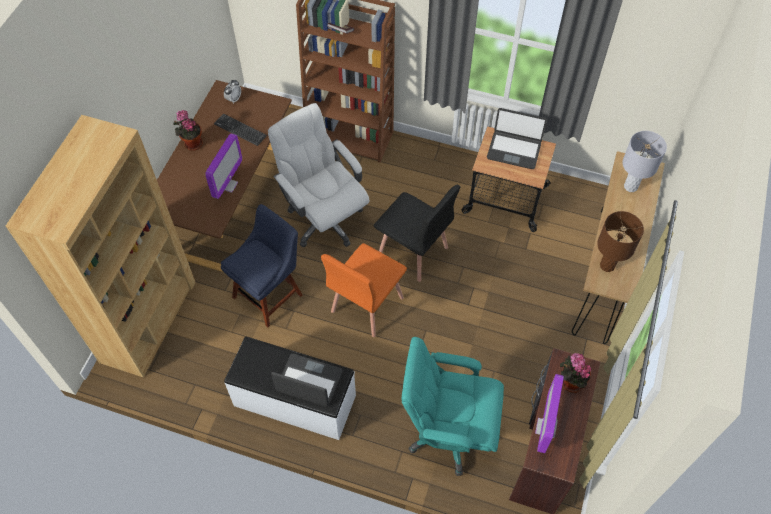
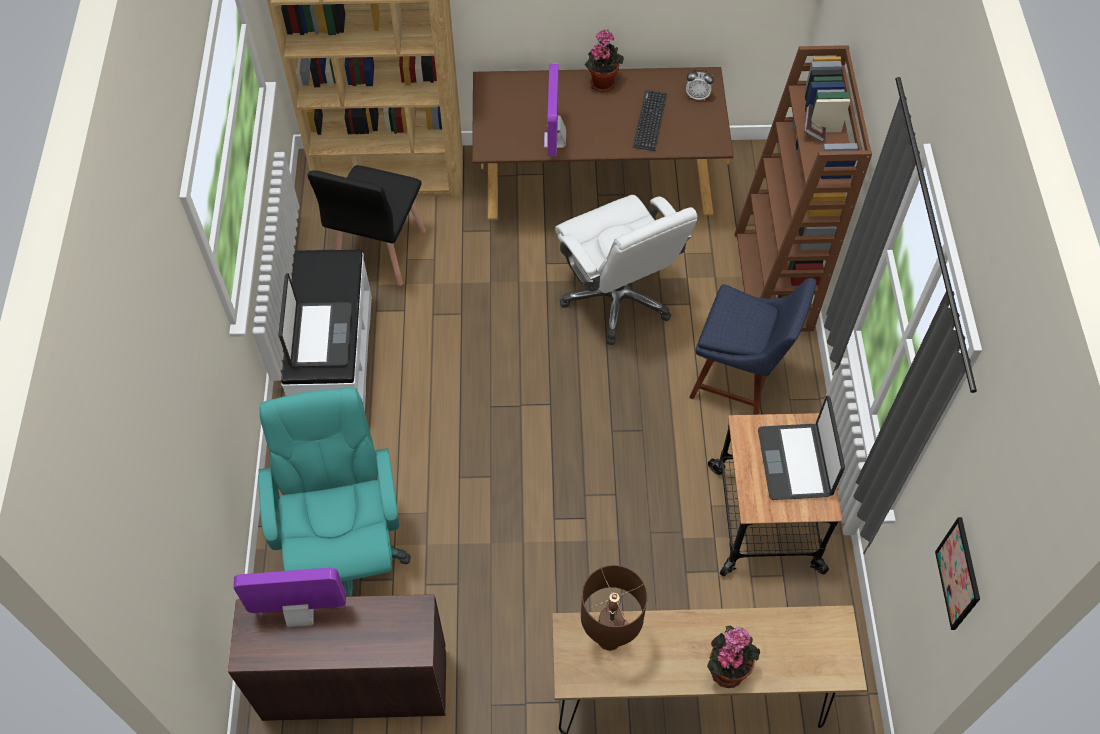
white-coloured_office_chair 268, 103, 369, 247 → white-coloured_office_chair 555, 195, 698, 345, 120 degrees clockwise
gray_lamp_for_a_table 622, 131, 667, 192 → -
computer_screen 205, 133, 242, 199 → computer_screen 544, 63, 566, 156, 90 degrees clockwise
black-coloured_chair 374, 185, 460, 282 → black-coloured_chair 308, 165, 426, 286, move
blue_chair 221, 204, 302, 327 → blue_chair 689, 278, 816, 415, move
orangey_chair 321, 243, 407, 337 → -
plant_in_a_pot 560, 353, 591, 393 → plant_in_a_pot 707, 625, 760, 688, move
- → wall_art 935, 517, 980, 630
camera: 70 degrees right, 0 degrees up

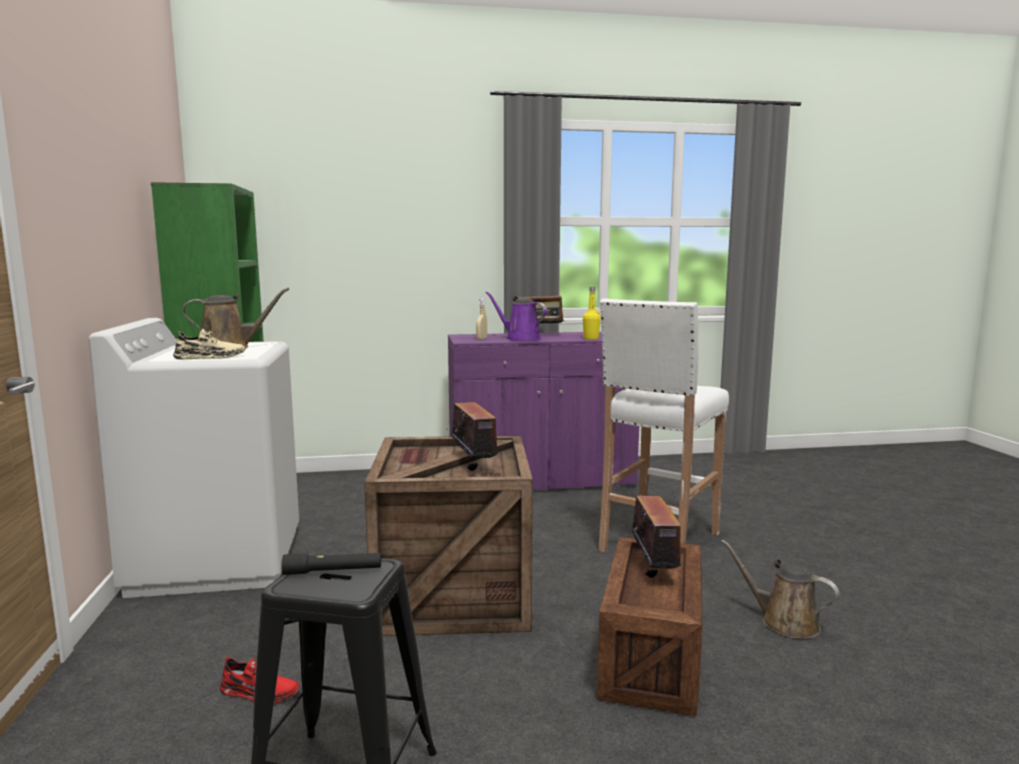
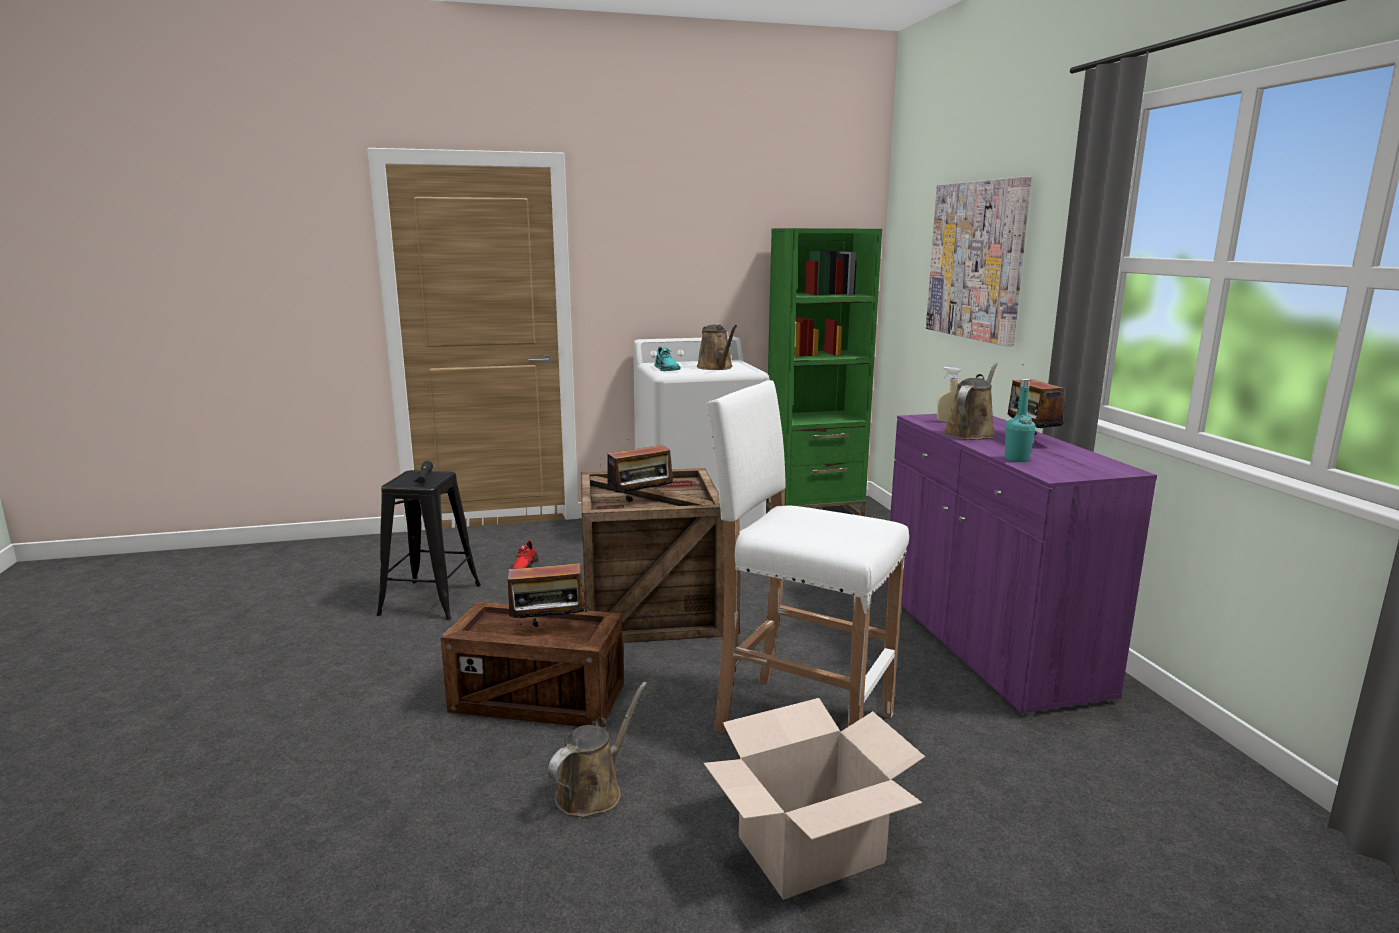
yellowish_beverage_bottle 583, 287, 601, 340 → blue-green_beverage_bottle 1005, 379, 1036, 462
purple_watering_pot 485, 292, 547, 341 → brown-coloured_watering_pot 943, 363, 998, 440
beige_shoe 173, 329, 245, 360 → blue-green_shoe 654, 346, 681, 371
- → wall_art 926, 176, 1032, 346
- → carton 703, 698, 925, 900
camera: 85 degrees right, 5 degrees up

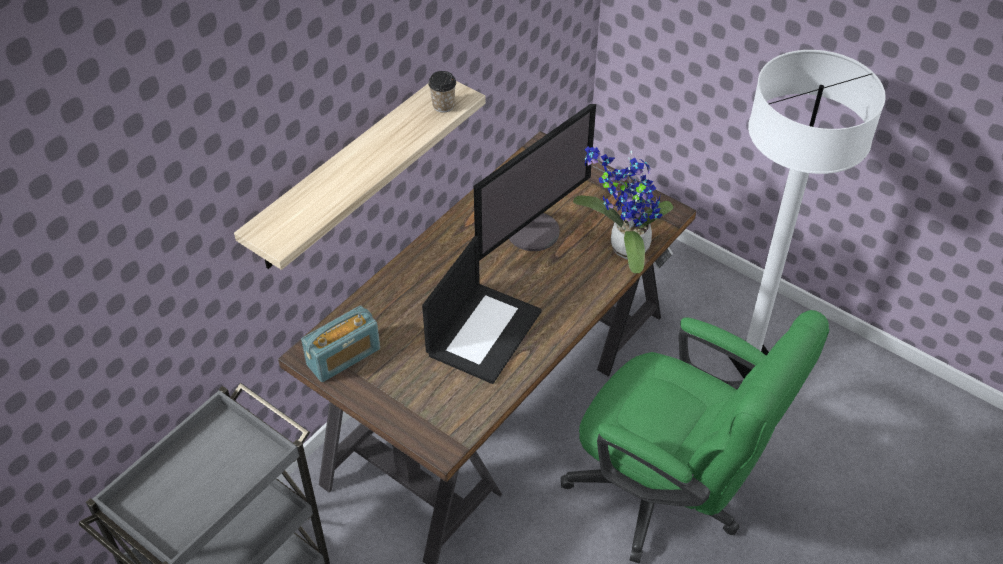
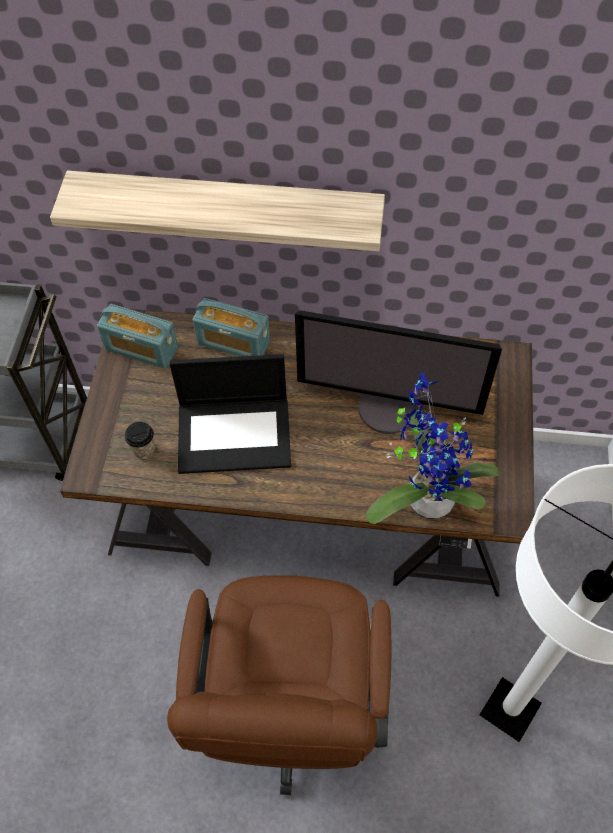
cup 428, 71, 456, 113 → cup 125, 422, 155, 459, move
greenish_office_chair 561, 310, 829, 564 → brown-coloured_office_chair 167, 575, 391, 795
- → radio 193, 298, 270, 356
camera: 60 degrees right, 10 degrees up

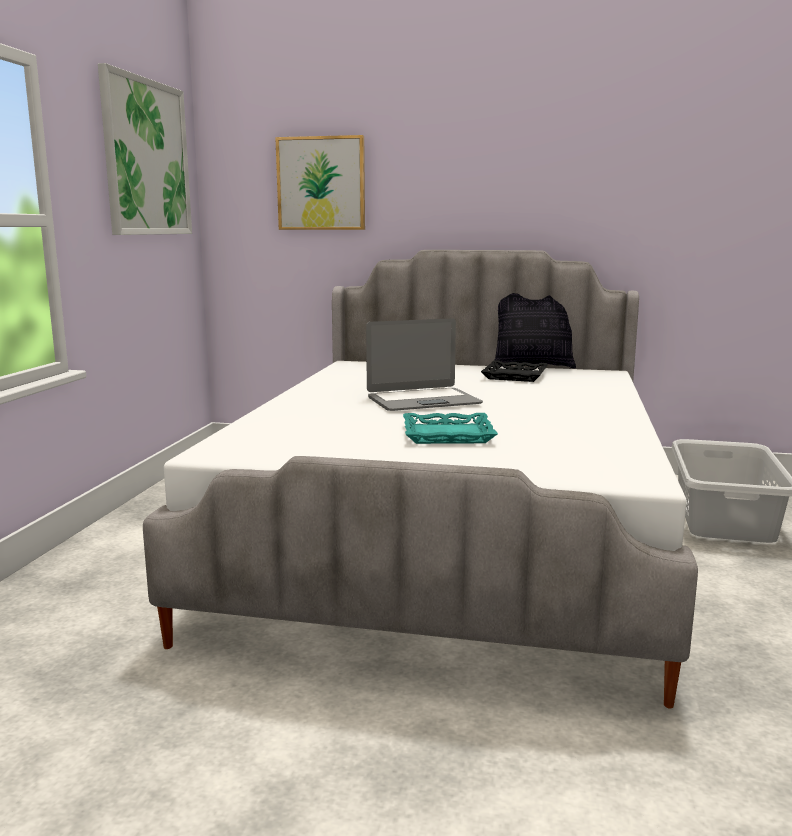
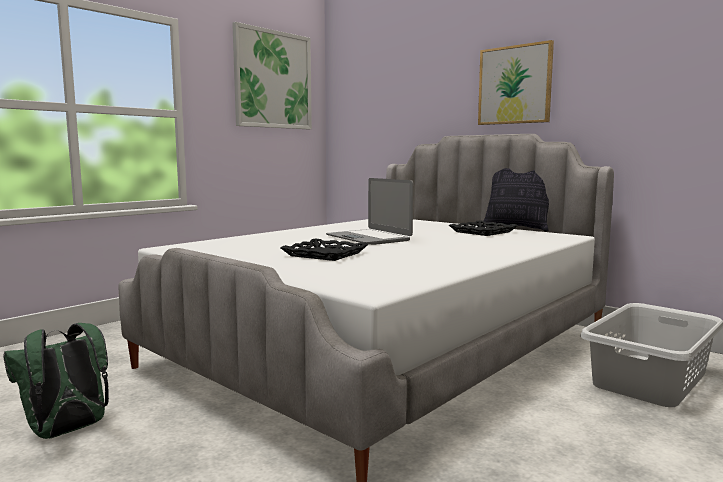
wall_art 275, 135, 365, 230 → wall_art 478, 40, 554, 125, move
laptop 366, 318, 483, 411 → laptop 326, 178, 413, 245, 45 degrees clockwise
blue-green_tray 403, 413, 498, 444 → black-coloured_tray 280, 239, 369, 261
- → greenish_knapsack 3, 323, 109, 439
camera: 30 degrees right, 5 degrees down

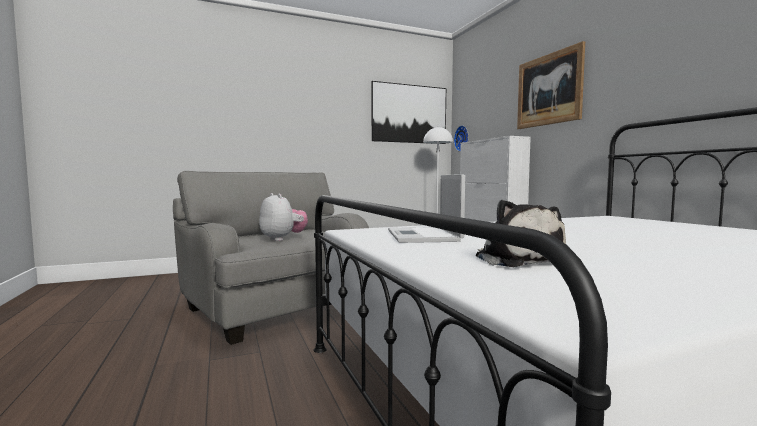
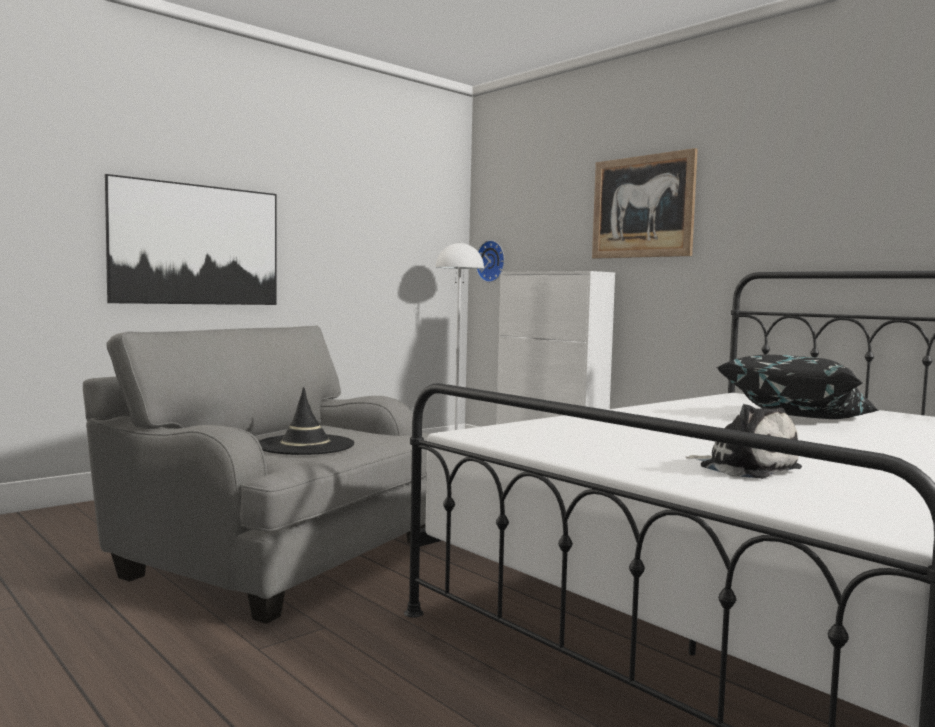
wall_art 372, 81, 446, 144 → wall_art 105, 174, 277, 305, move
laptop 388, 174, 465, 243 → -
soft_toy 259, 193, 308, 241 → black-coloured_wearable_hat 259, 387, 354, 455
- → black-coloured_cushion 716, 355, 879, 419
camera: 20 degrees left, 0 degrees up

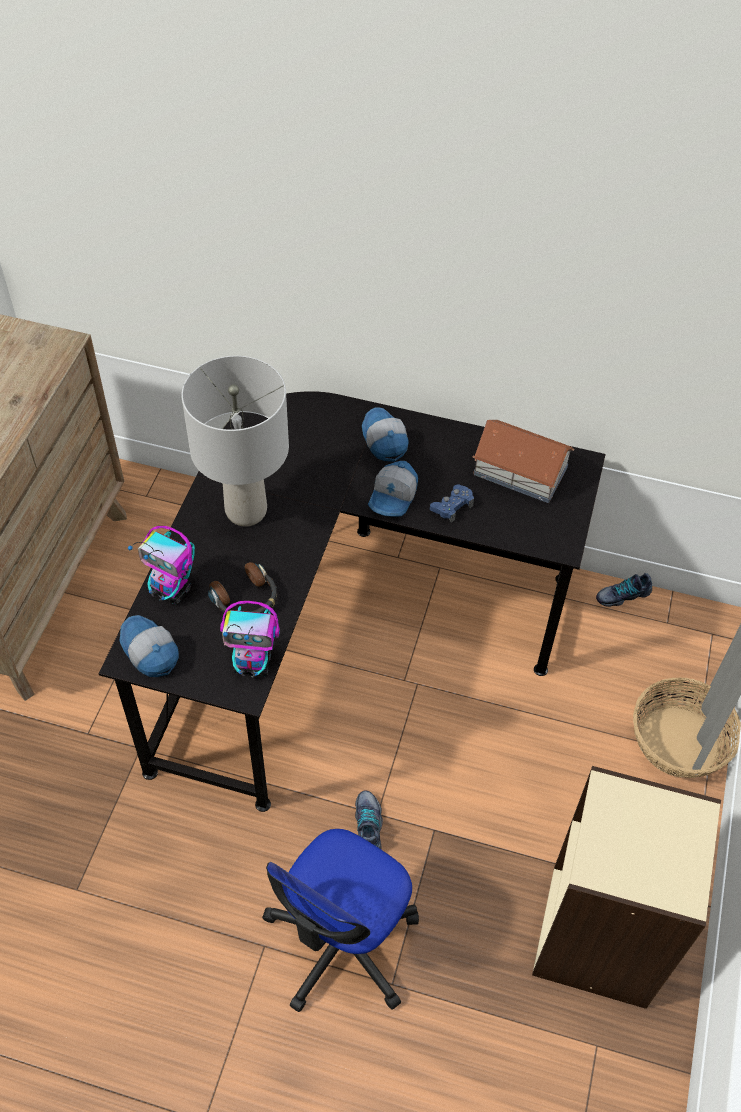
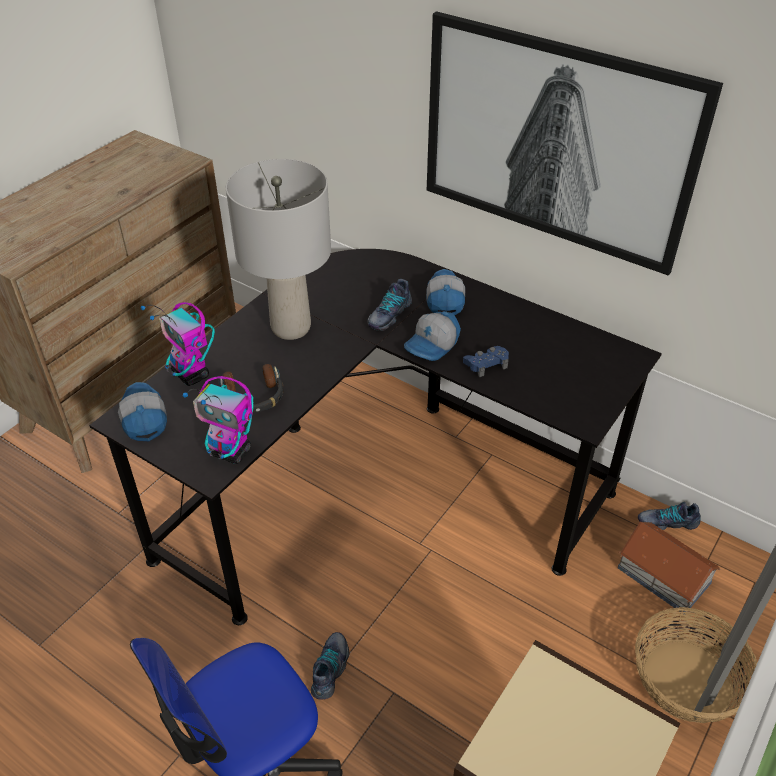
toy_house 472, 420, 574, 503 → toy_house 617, 522, 720, 612, move
- → wall_art 427, 11, 723, 276
- → shoe 367, 279, 412, 331
camera: 20 degrees right, 10 degrees down

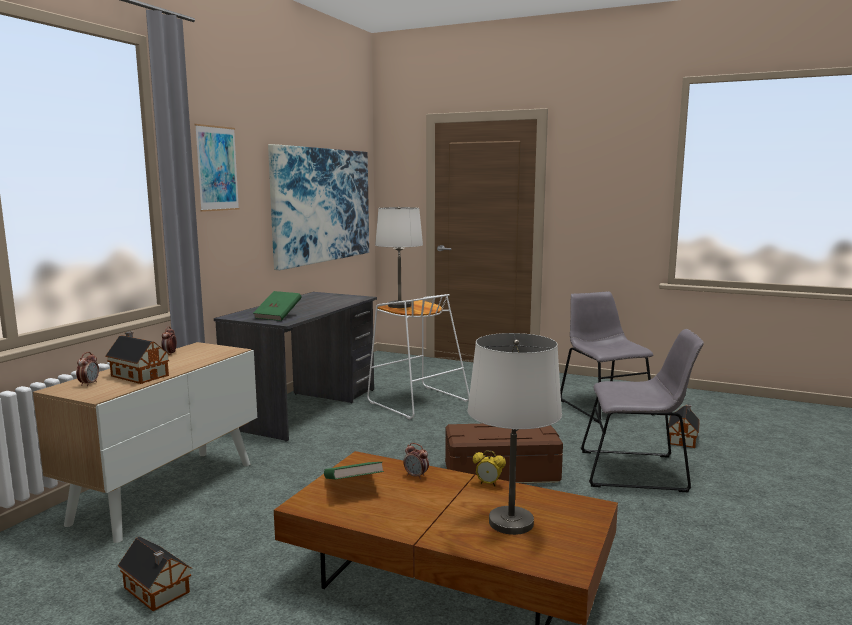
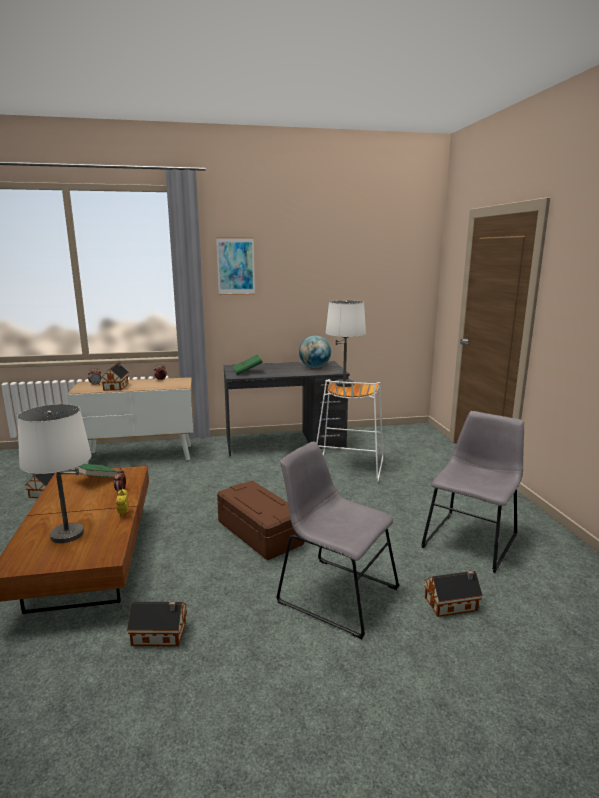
wall_art 268, 144, 369, 270 → -
gray_chair 581, 329, 704, 493 → gray_chair 276, 441, 400, 639, 150 degrees clockwise
- → world_globe 299, 336, 331, 368
- → toy_house 127, 600, 187, 646
camera: 55 degrees right, 5 degrees up

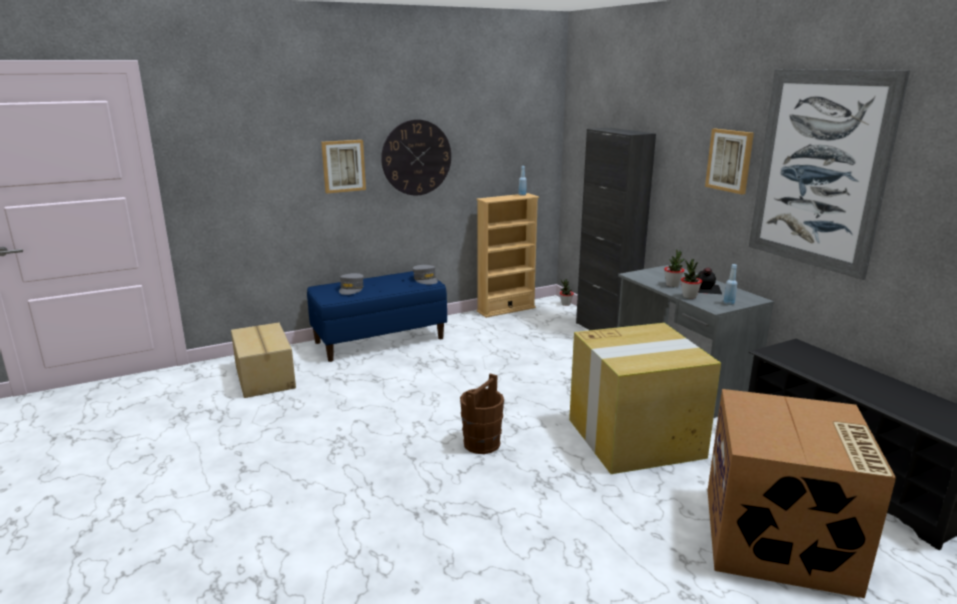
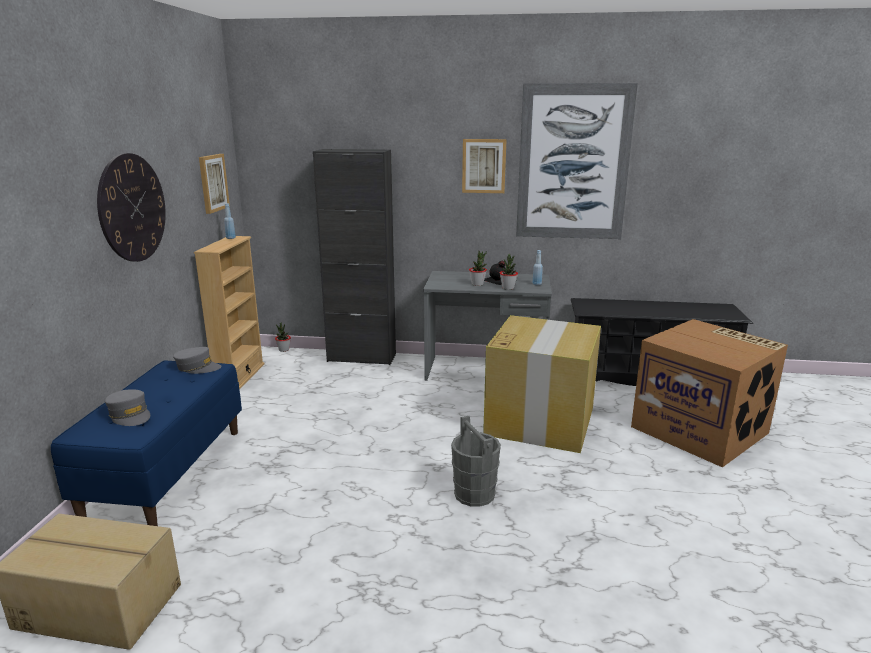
wall_art 321, 140, 366, 193 → wall_art 199, 154, 230, 214, move
brown-coloured_water_bucket 460, 374, 504, 454 → gray_water_bucket 451, 416, 501, 507
camera: 55 degrees left, 0 degrees up

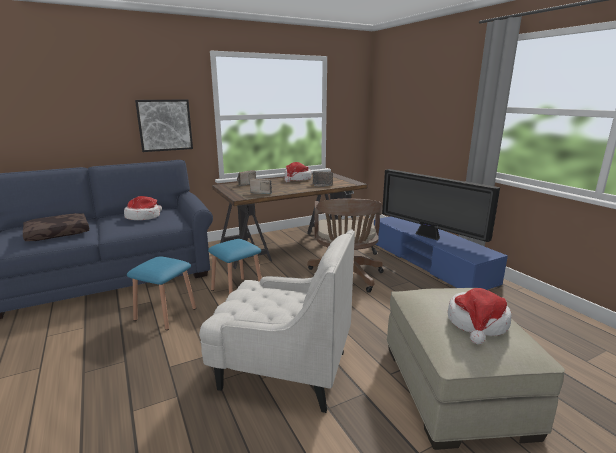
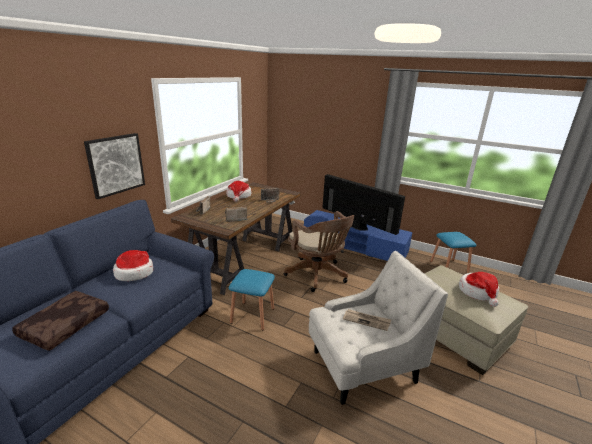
TV 382, 169, 500, 242 → TV 322, 174, 405, 235, 150 degrees counterclockwise
blue_stool 127, 256, 196, 330 → blue_stool 430, 232, 477, 273, move
- → newspaper 343, 309, 391, 331
camera: 35 degrees left, 5 degrees up

